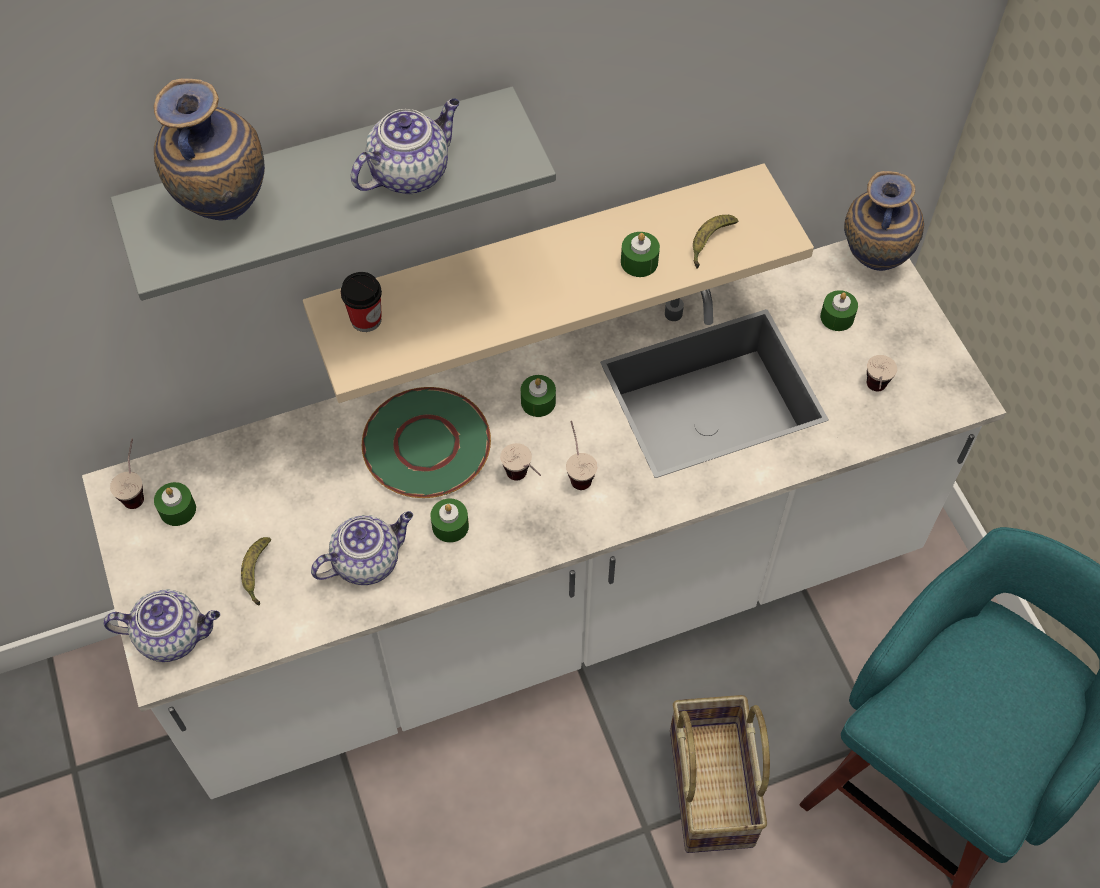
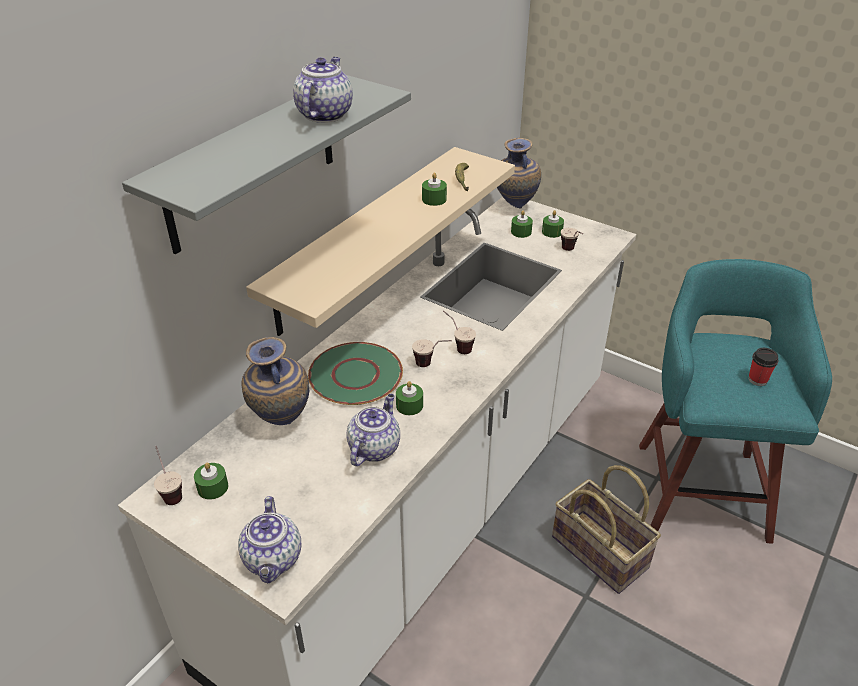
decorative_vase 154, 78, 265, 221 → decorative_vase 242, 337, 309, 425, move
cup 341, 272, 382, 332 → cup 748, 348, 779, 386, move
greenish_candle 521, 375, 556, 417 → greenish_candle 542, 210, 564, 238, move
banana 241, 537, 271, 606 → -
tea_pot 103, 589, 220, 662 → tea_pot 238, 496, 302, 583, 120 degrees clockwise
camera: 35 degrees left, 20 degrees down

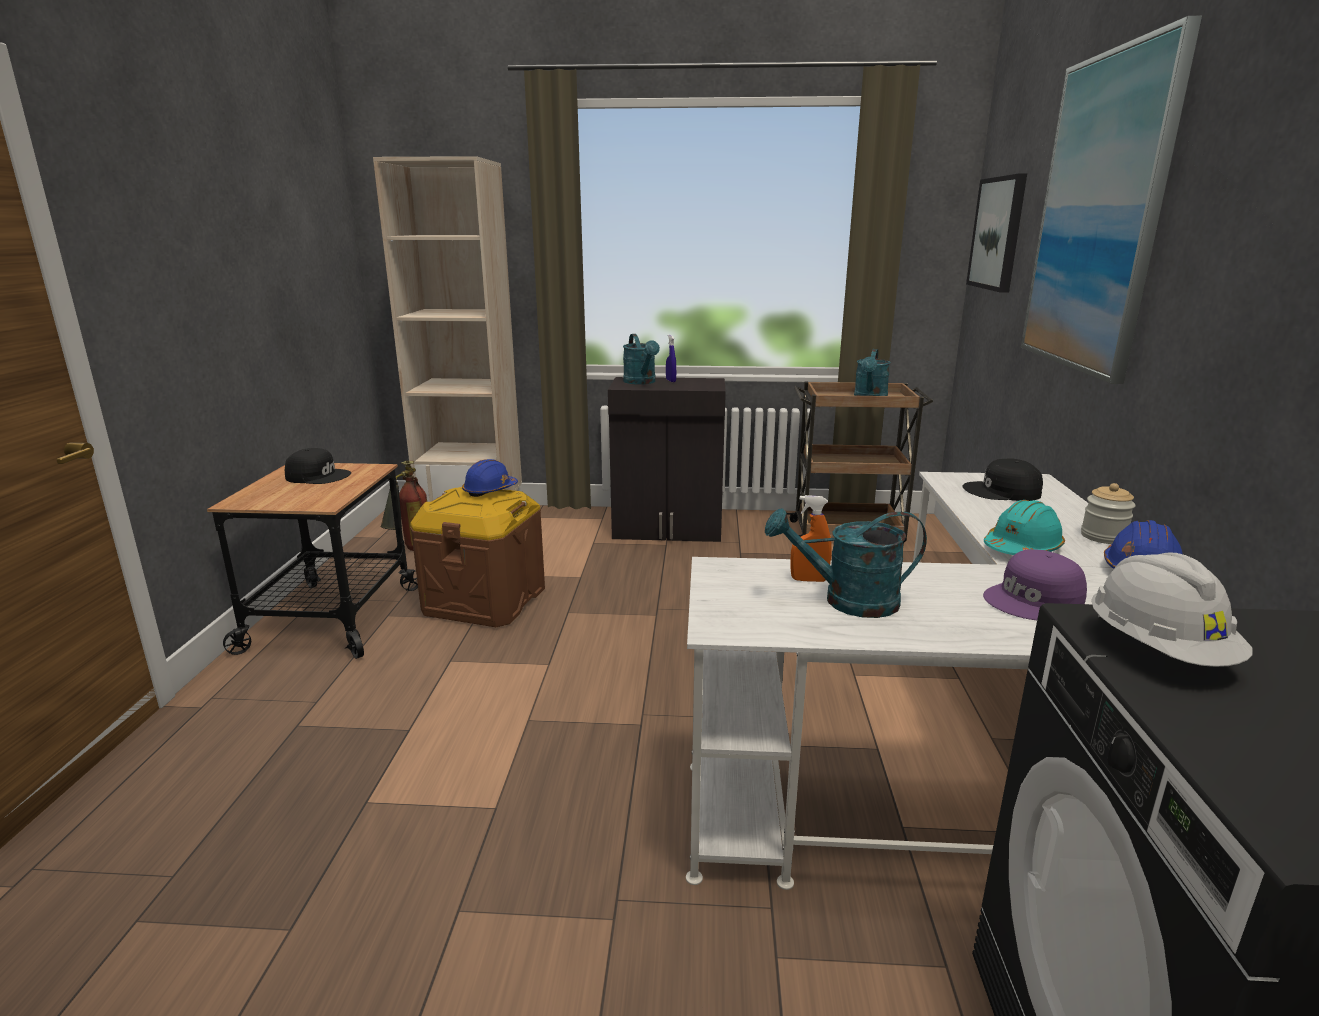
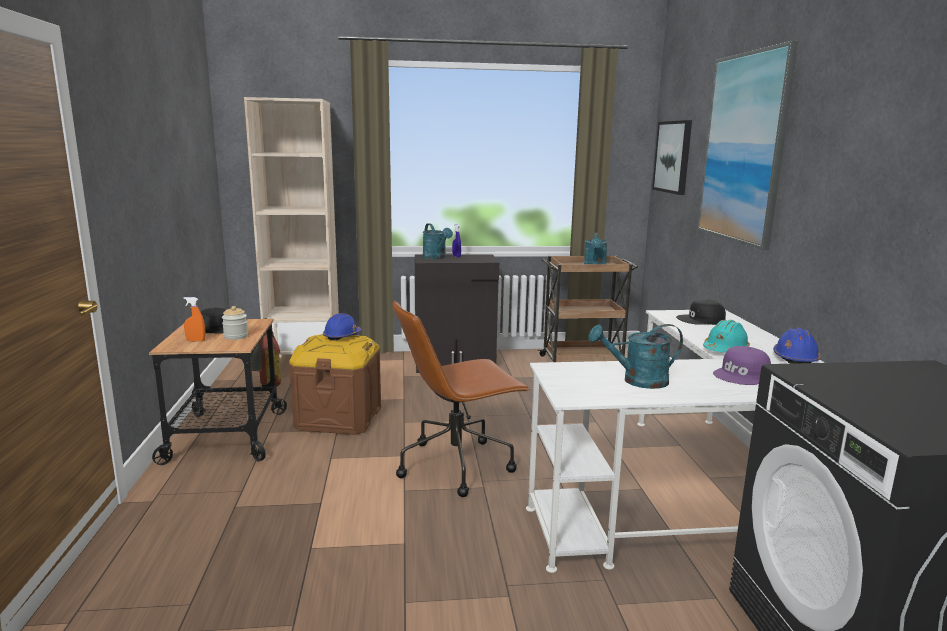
storage_jar 1081, 483, 1136, 544 → storage_jar 222, 306, 248, 340, move
orangey_sprayer 790, 495, 832, 582 → orangey_sprayer 183, 297, 206, 341, move
white-coloured_safety_helmet 1091, 552, 1252, 667 → -
- → brown-coloured_office_chair 393, 300, 530, 497
camera: 10 degrees left, 5 degrees down

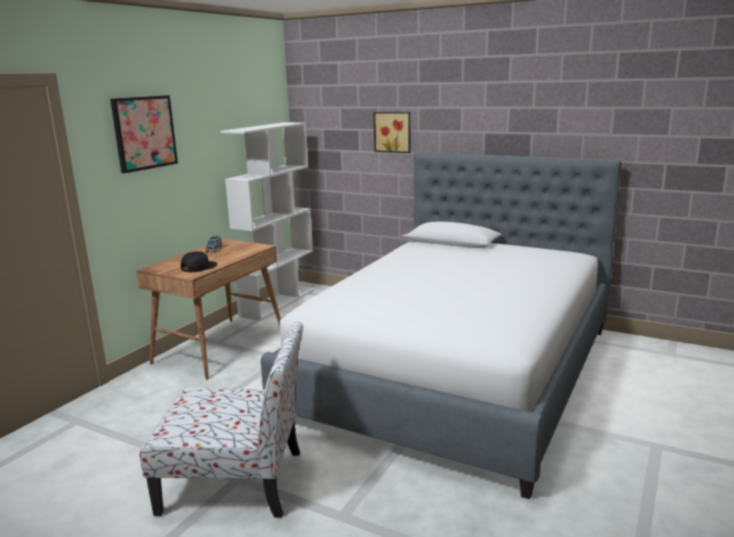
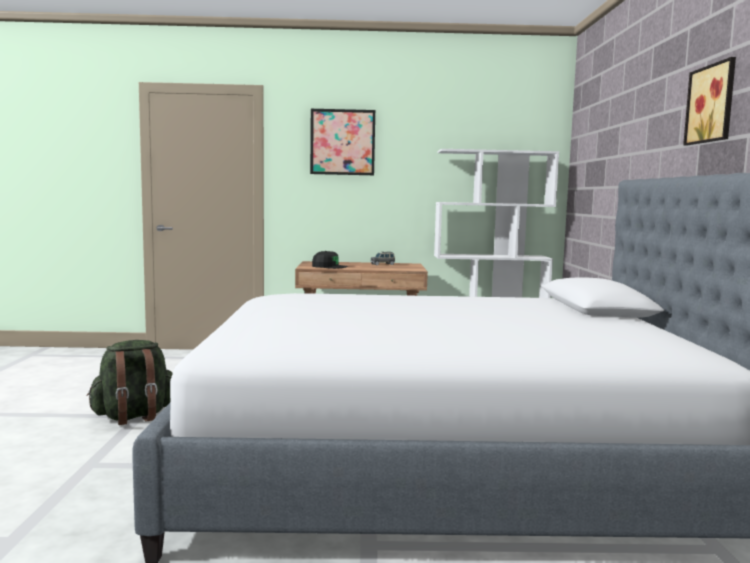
wall_art 374, 112, 411, 153 → wall_art 683, 57, 736, 145, move
chair 140, 322, 303, 517 → greenish_knapsack 86, 340, 173, 425
camera: 60 degrees right, 10 degrees down

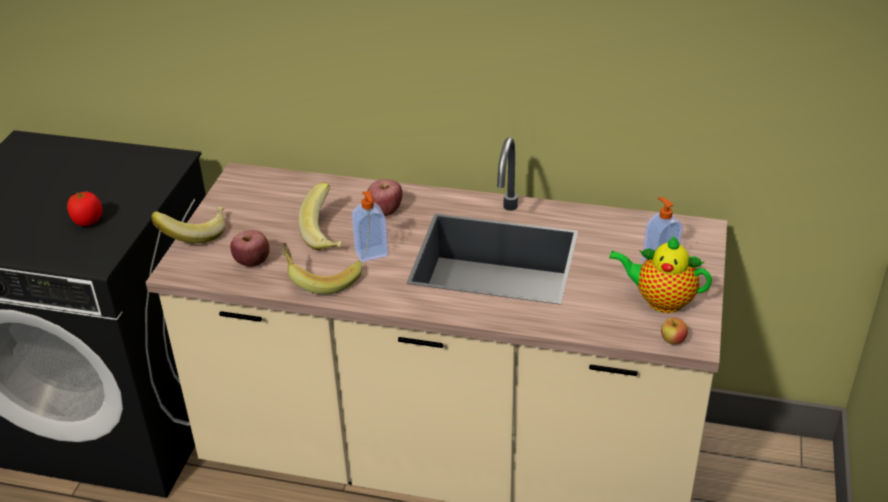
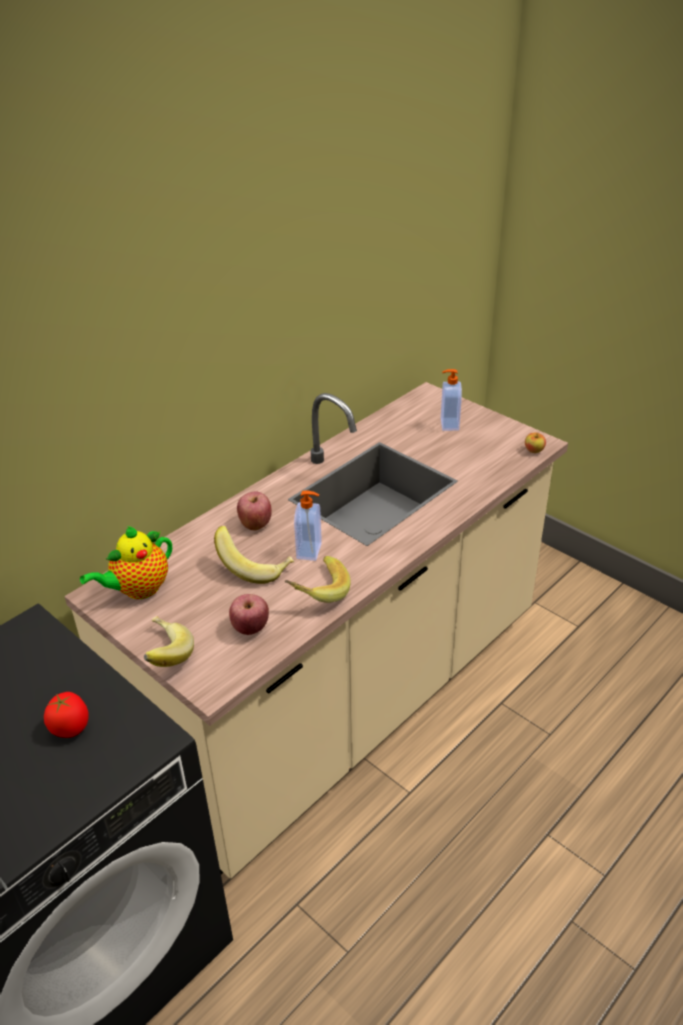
tea_pot 609, 236, 712, 313 → tea_pot 80, 526, 172, 599, move
camera: 60 degrees left, 0 degrees up

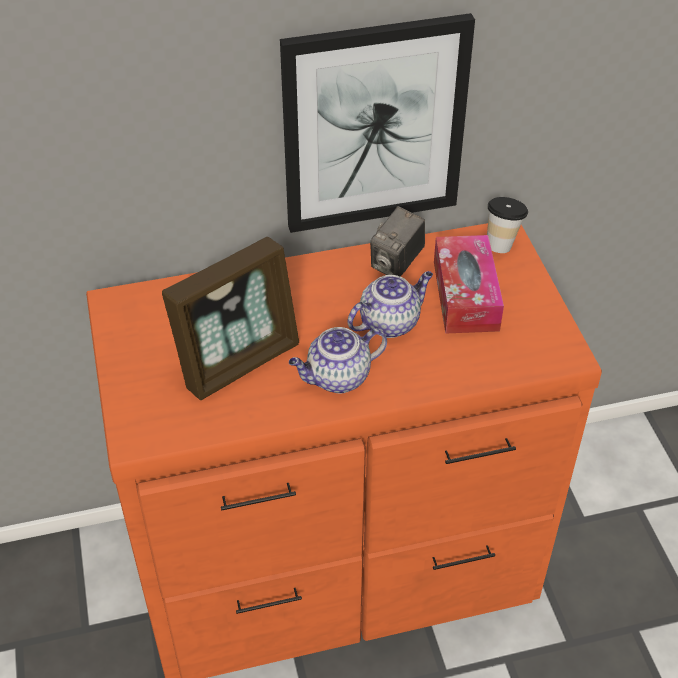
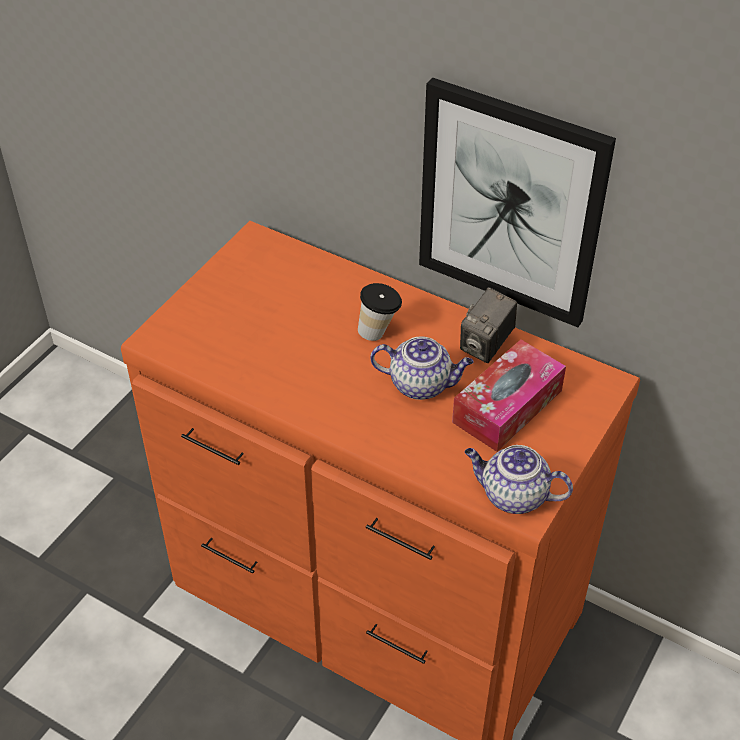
cup 487, 197, 528, 253 → cup 358, 283, 402, 341, move
still_camera 370, 206, 425, 277 → still_camera 460, 287, 517, 363, 45 degrees counterclockwise
standing_frame 162, 237, 299, 400 → -
tea_pot 289, 327, 387, 394 → tea_pot 465, 445, 573, 514, move
camera: 45 degrees right, 0 degrees up

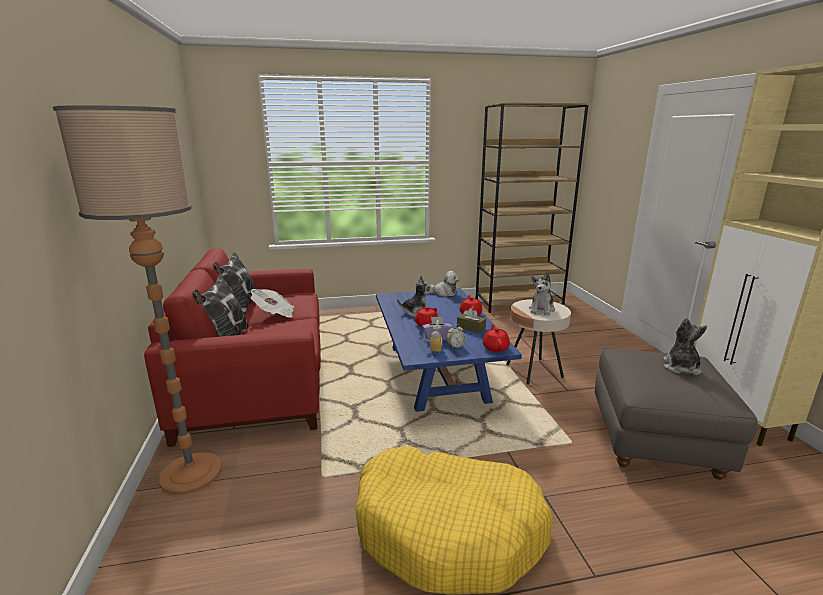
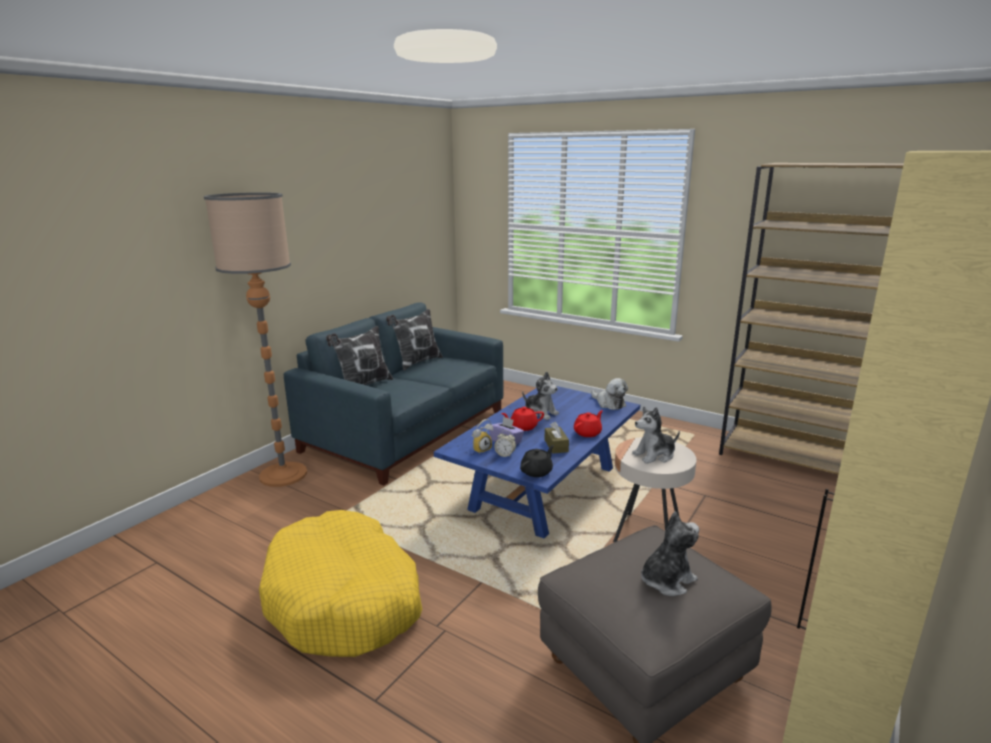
red_couch 144, 248, 321, 447 → blue_couch 284, 302, 503, 486
newspaper 251, 289, 294, 317 → -
red_tea_pot 483, 324, 510, 352 → black-coloured_tea_pot 520, 445, 554, 477
camera: 45 degrees right, 0 degrees up

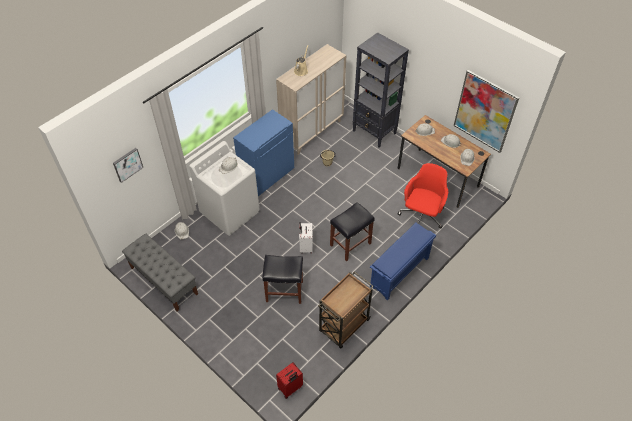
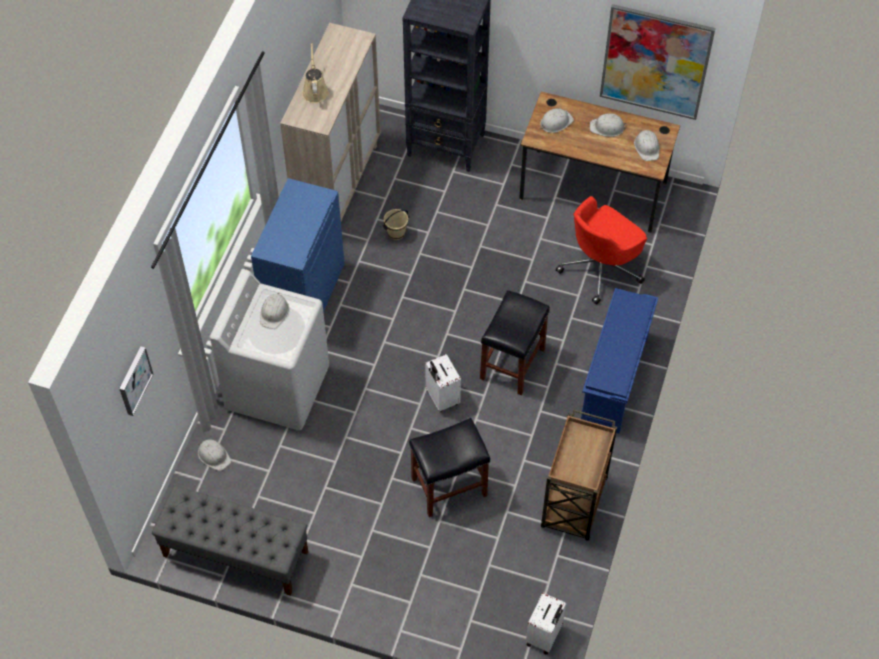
red_office_chair 397, 163, 448, 229 → red_office_chair 556, 196, 647, 305, 135 degrees counterclockwise
red_piece_of_luggage 276, 362, 303, 399 → white-coloured_piece_of_luggage 526, 593, 566, 654
camera: 25 degrees left, 5 degrees up

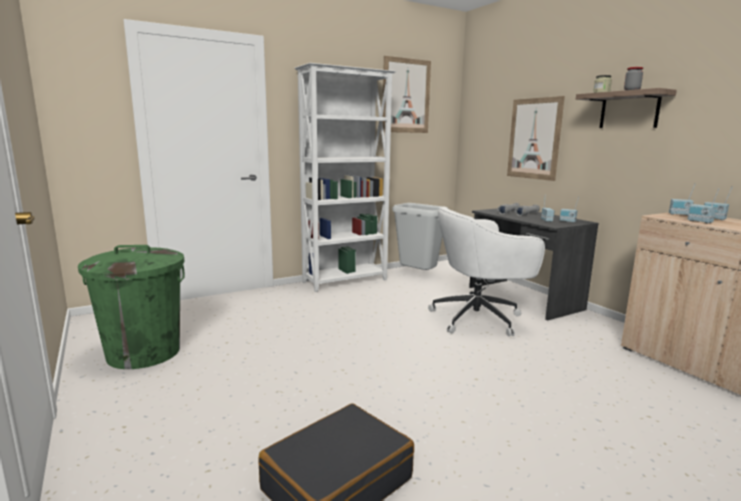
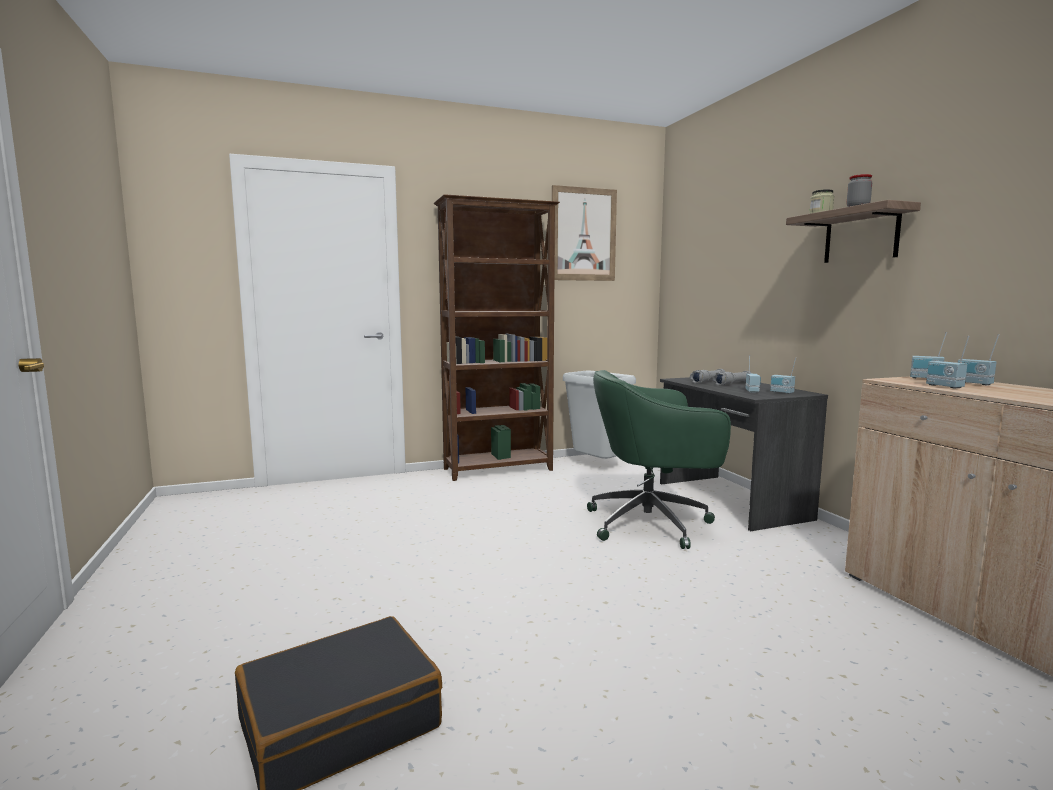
white-coloured_bookshelf 295, 63, 396, 292 → brown-coloured_bookshelf 434, 194, 560, 481
wall_art 507, 96, 565, 181 → -
white-coloured_office_chair 428, 207, 545, 336 → greenish_office_chair 587, 370, 731, 549
greenish_waste_bin 78, 245, 185, 369 → -
camera: 10 degrees right, 5 degrees down

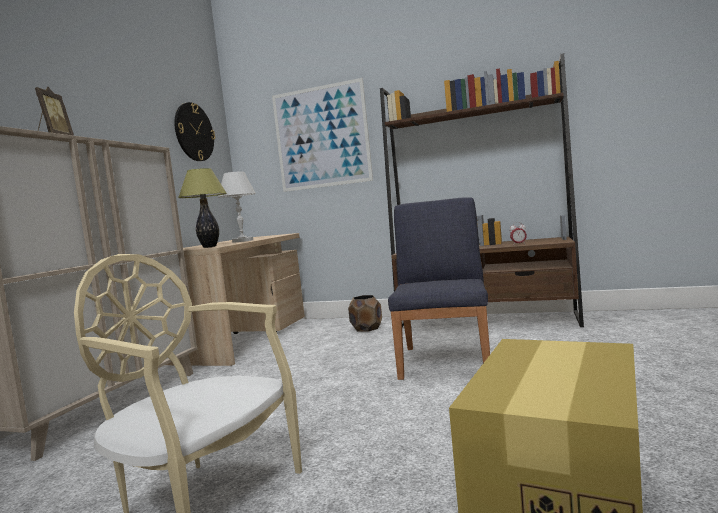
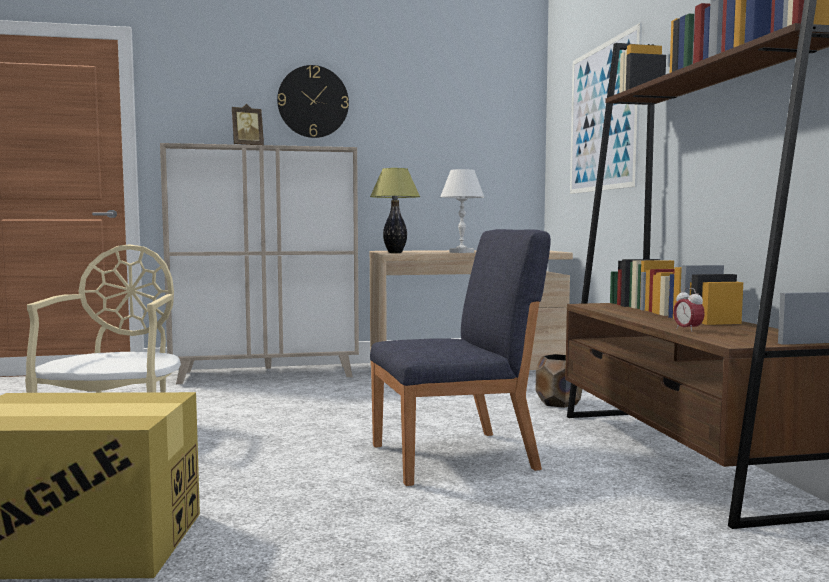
wall_clock 174, 102, 215, 161 → wall_clock 277, 65, 349, 138, move
camera: 60 degrees right, 0 degrees up

